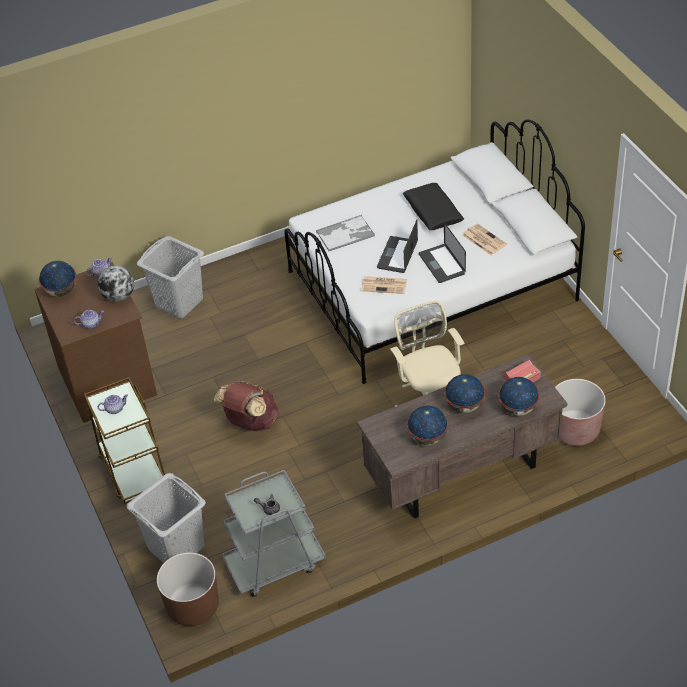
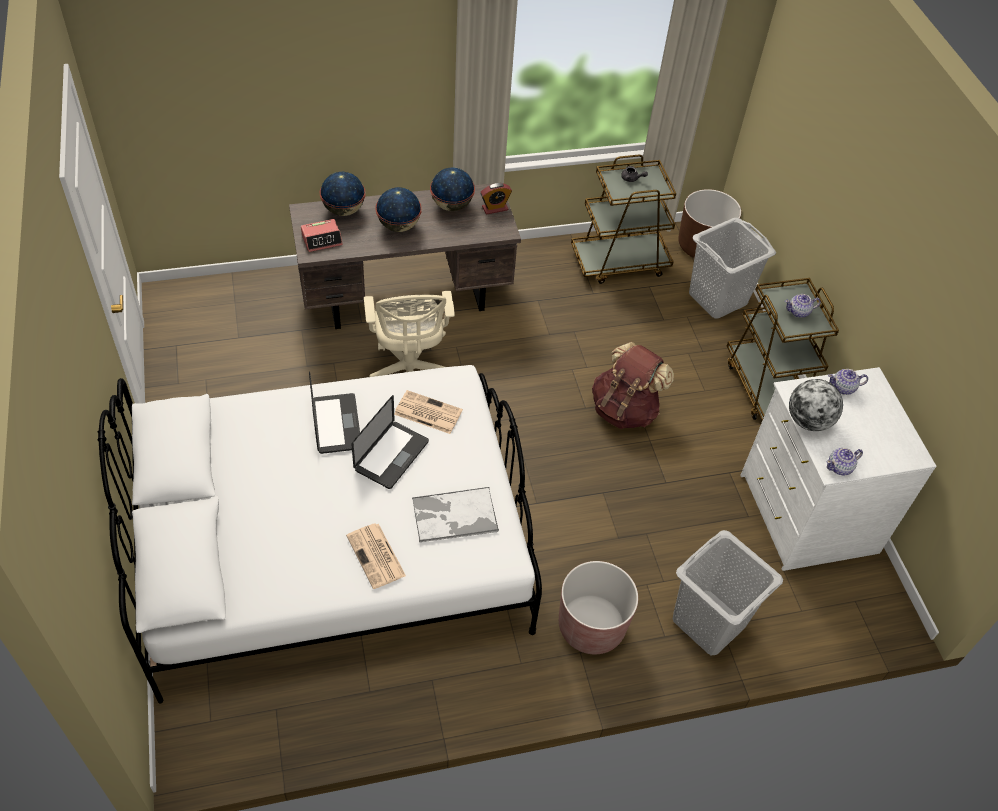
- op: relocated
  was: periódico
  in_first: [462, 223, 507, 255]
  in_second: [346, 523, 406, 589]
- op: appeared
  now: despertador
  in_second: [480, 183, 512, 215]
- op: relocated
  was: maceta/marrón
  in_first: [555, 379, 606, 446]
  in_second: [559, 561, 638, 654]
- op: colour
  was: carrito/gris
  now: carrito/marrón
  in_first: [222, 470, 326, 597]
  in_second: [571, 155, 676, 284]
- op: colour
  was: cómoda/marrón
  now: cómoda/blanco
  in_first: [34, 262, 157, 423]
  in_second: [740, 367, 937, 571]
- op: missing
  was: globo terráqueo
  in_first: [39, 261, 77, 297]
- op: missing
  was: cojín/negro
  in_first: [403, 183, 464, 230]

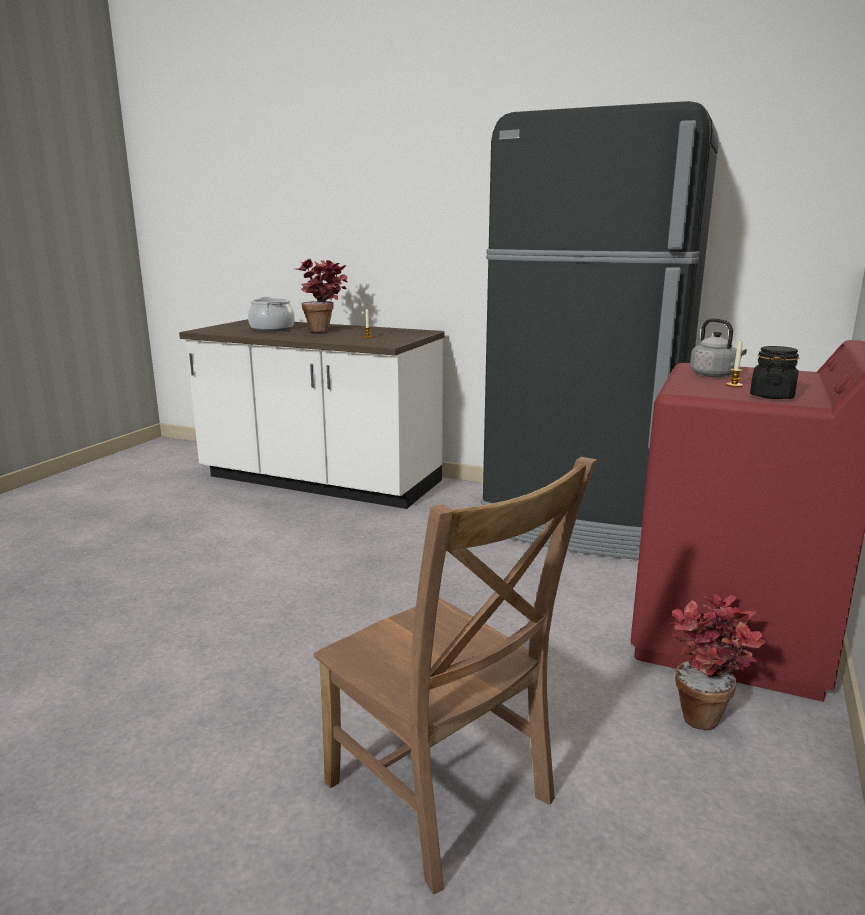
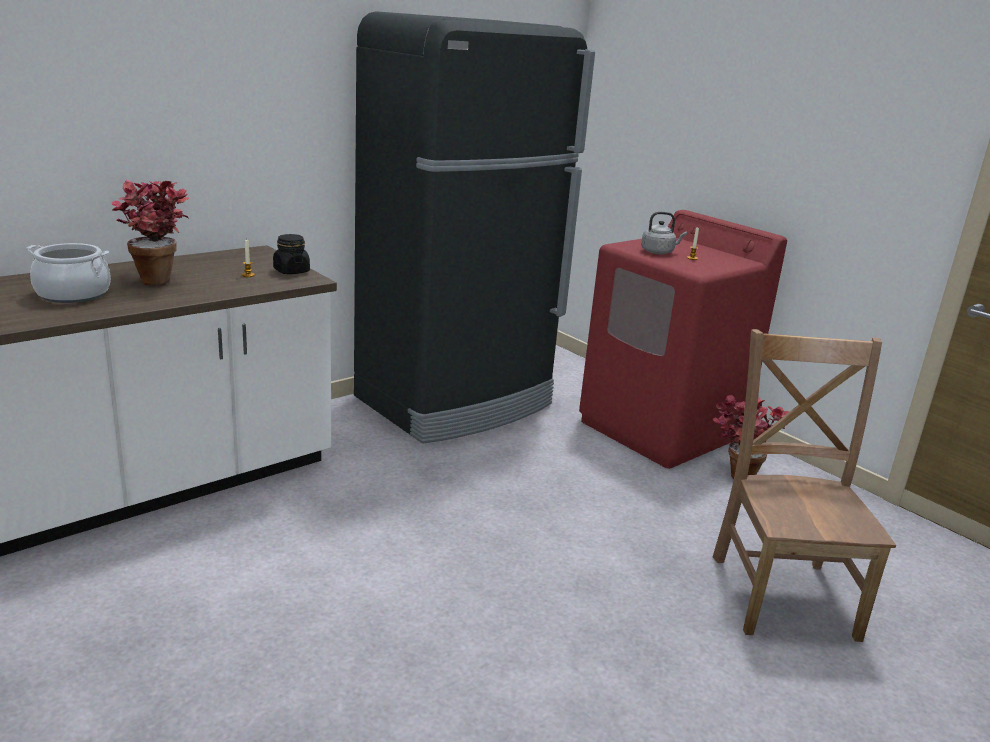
- op: relocated
  was: tarro/negro
  in_first: [750, 346, 799, 399]
  in_second: [273, 234, 310, 274]
- op: spun
  was: silla/marrón
  in_first: [314, 457, 597, 894]
  in_second: [713, 329, 896, 642]
  clockwise: -75

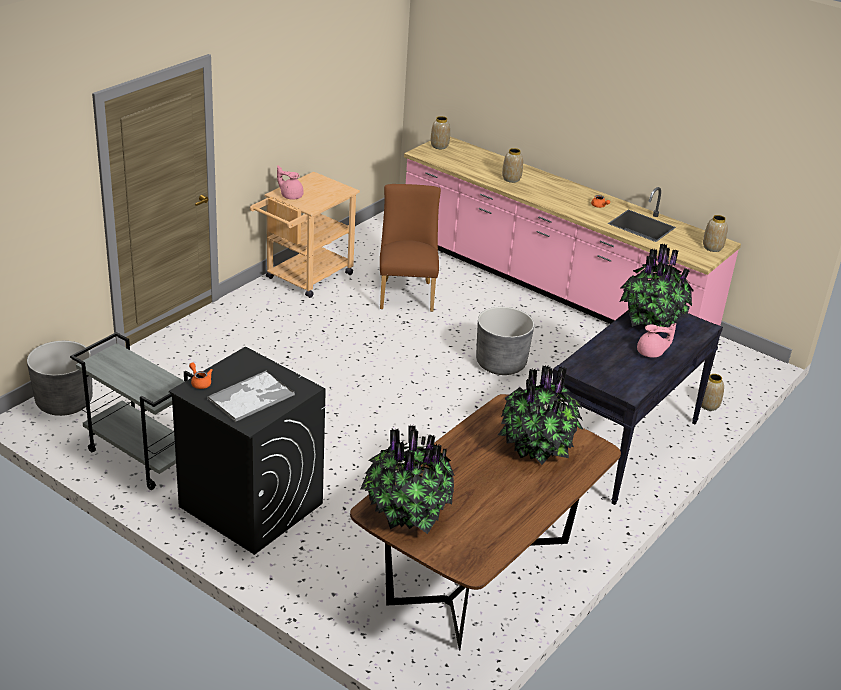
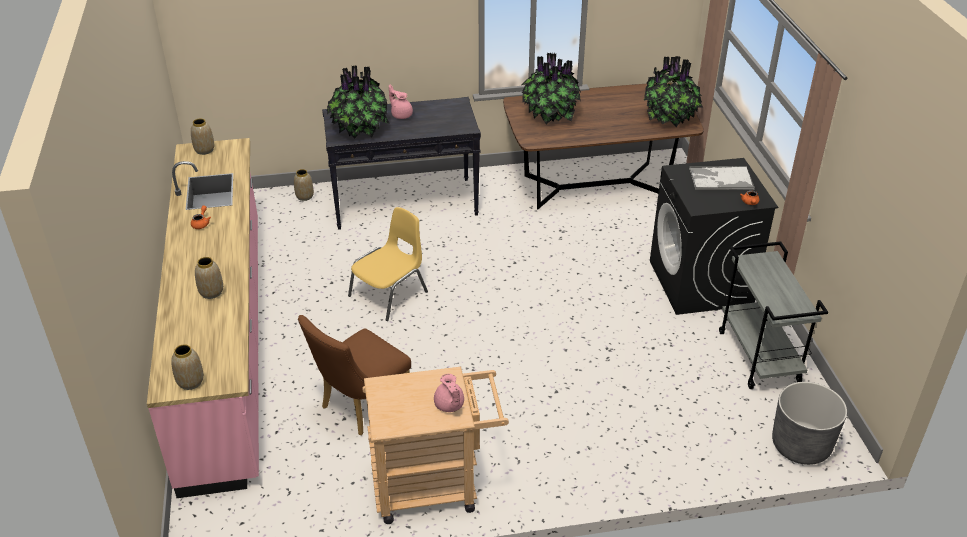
- op: exchanged
  was: maceta/gris
  now: silla/amarillo
  in_first: [476, 307, 534, 375]
  in_second: [348, 207, 428, 321]

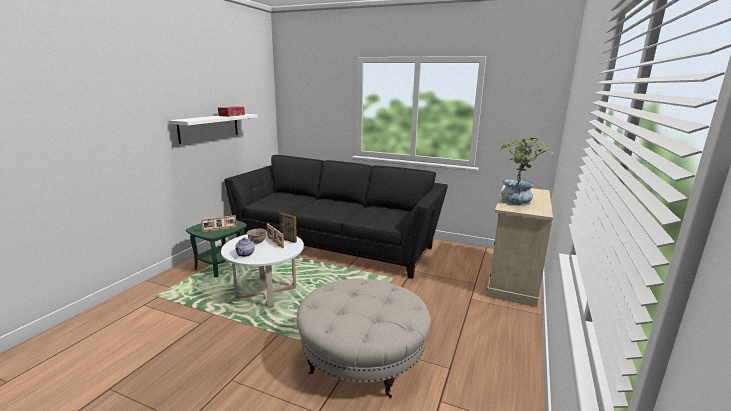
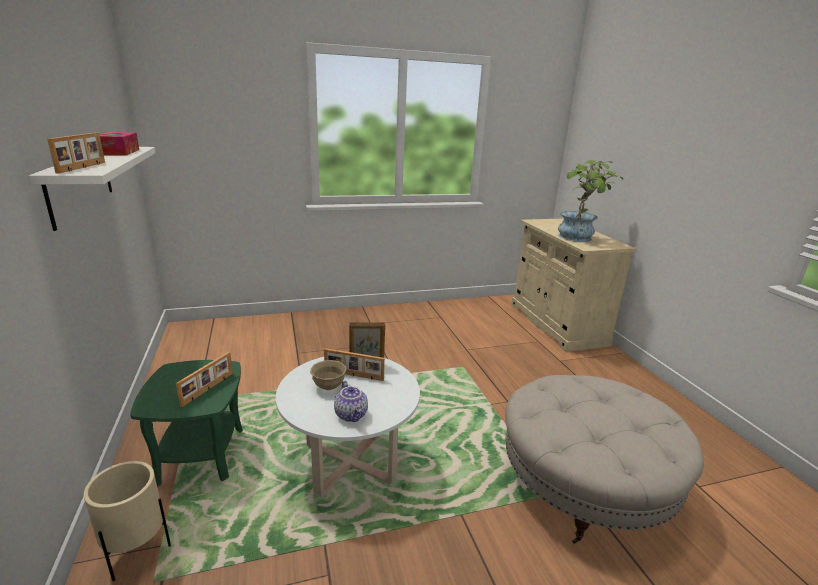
- op: appeared
  now: portarretratos
  in_second: [47, 133, 105, 174]
- op: appeared
  now: maceta/beis
  in_second: [84, 461, 171, 581]
- op: missing
  was: sofá/negro
  in_first: [224, 155, 448, 279]

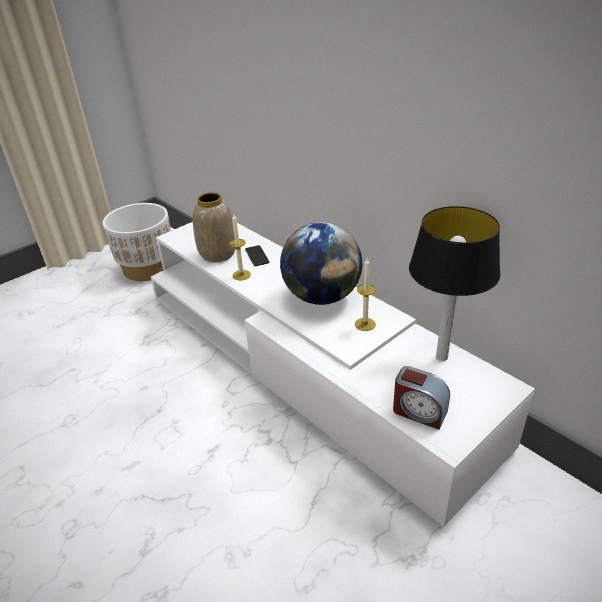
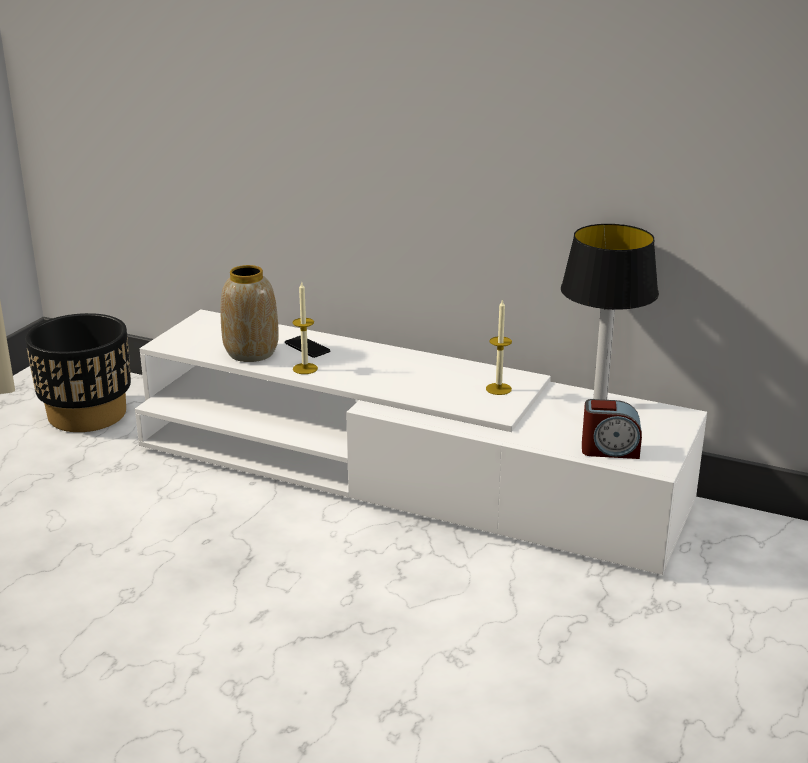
- op: colour
  was: maceta/blanco
  now: maceta/negro
  in_first: [103, 203, 171, 281]
  in_second: [25, 313, 131, 432]
- op: missing
  was: globo terráqueo
  in_first: [280, 222, 363, 305]

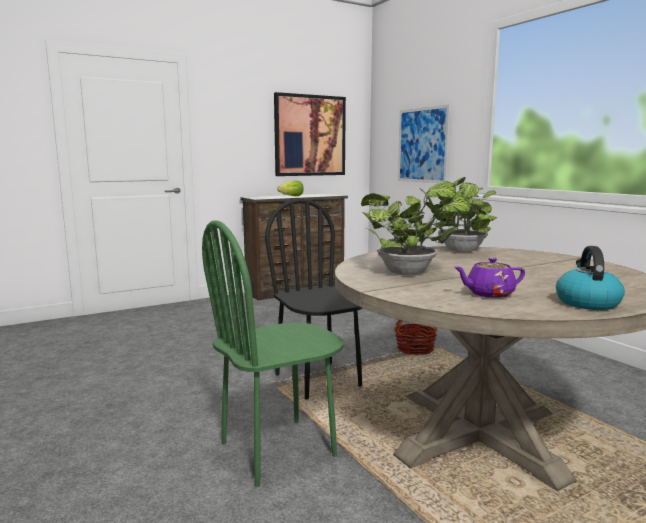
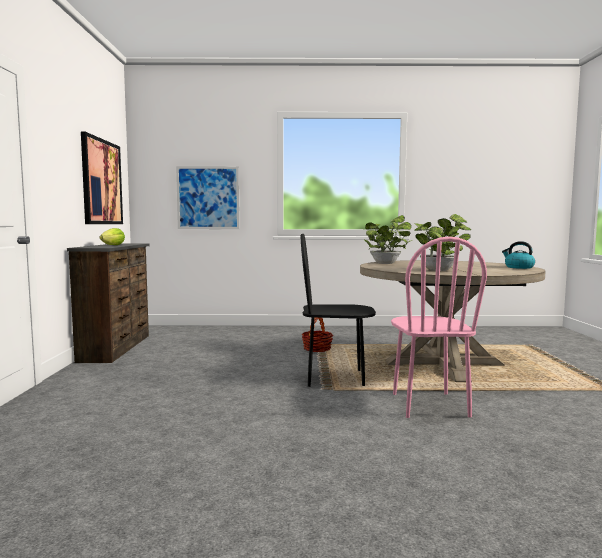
- op: colour
  was: silla/verde
  now: silla/rosa
  in_first: [202, 221, 344, 487]
  in_second: [391, 236, 487, 418]
- op: missing
  was: tetera/morado
  in_first: [454, 258, 525, 298]

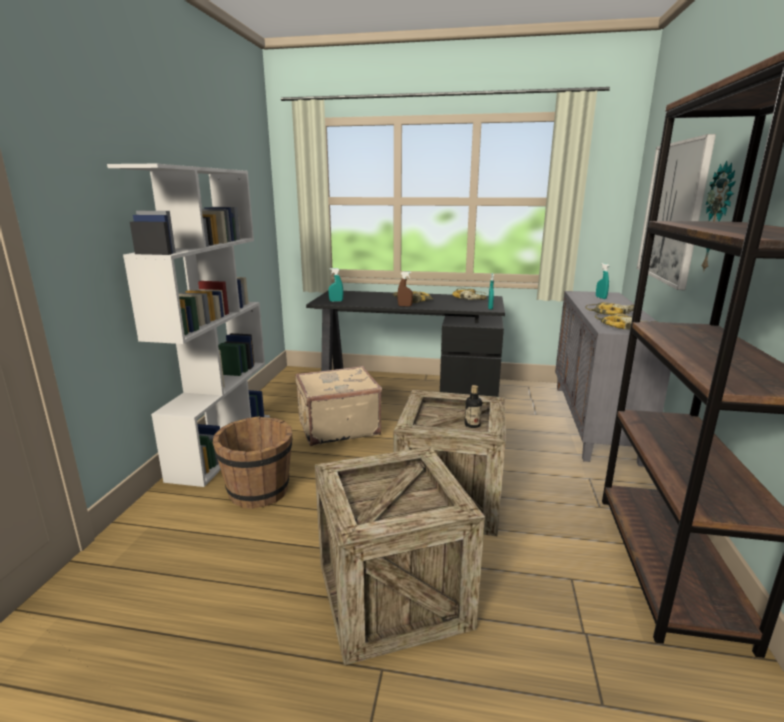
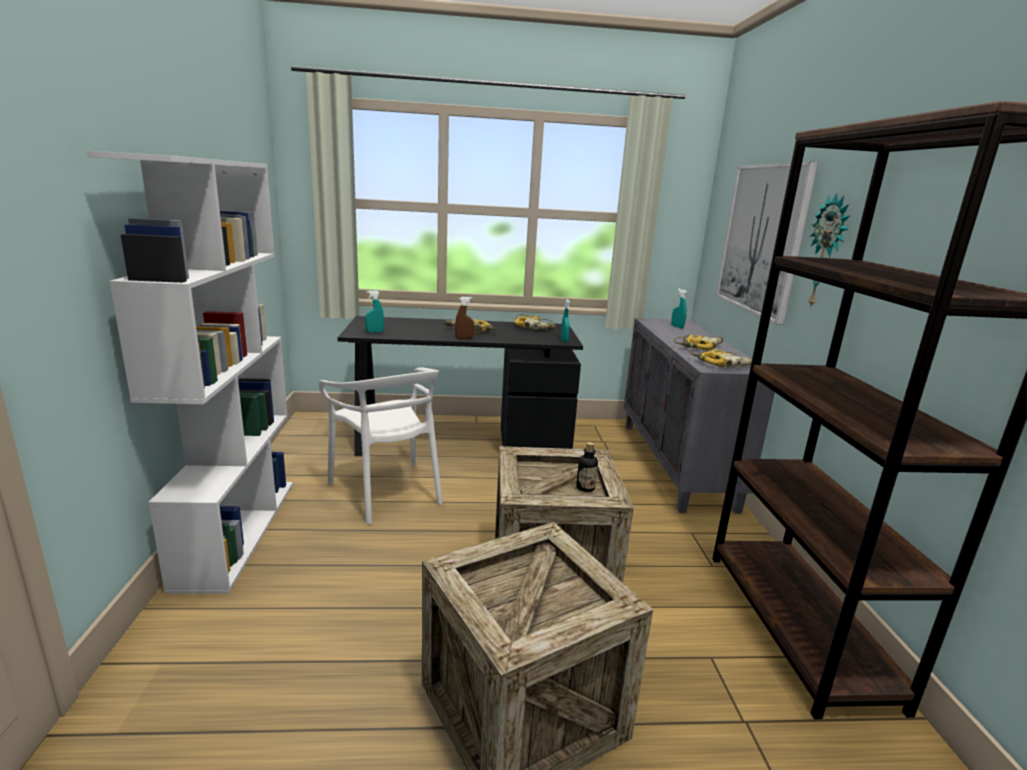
- op: exchanged
  was: maleta/beis
  now: silla/blanco
  in_first: [295, 366, 382, 446]
  in_second: [319, 367, 443, 524]
- op: missing
  was: cubo/marrón
  in_first: [213, 416, 292, 509]

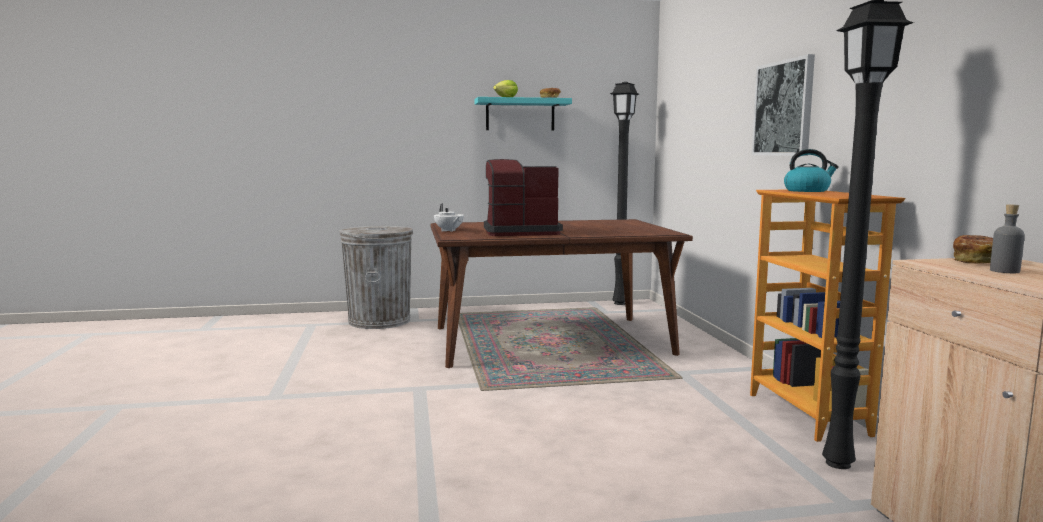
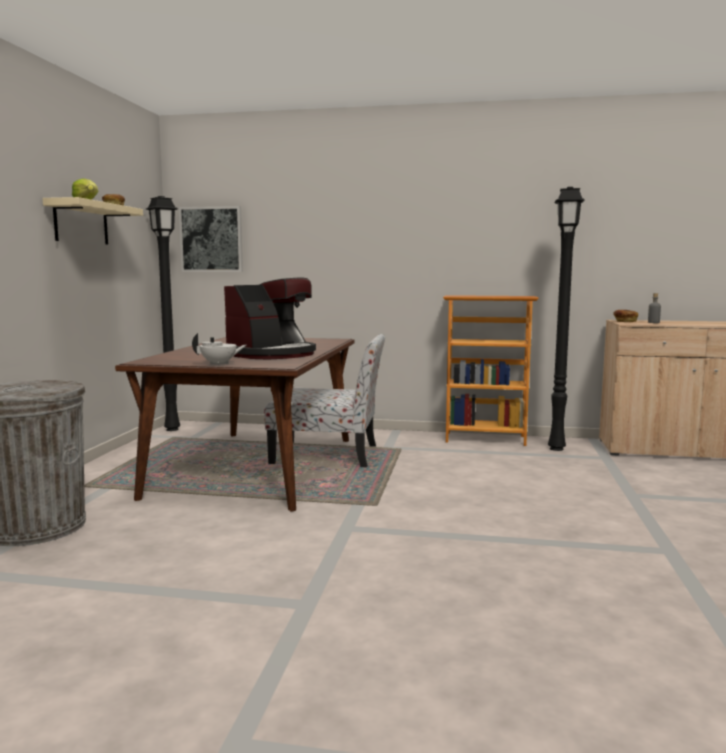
- op: colour
  was: estante/turquesa
  now: estante/beis
  in_first: [475, 97, 572, 131]
  in_second: [42, 197, 143, 245]
- op: relocated
  was: cuadro
  in_first: [752, 54, 815, 156]
  in_second: [179, 206, 243, 272]
- op: spun
  was: cafetera
  in_first: [484, 159, 563, 236]
  in_second: [224, 278, 316, 359]
  clockwise: -150
- op: appeared
  now: silla
  in_second: [264, 334, 385, 467]
- op: missing
  was: hervidor
  in_first: [784, 149, 839, 192]

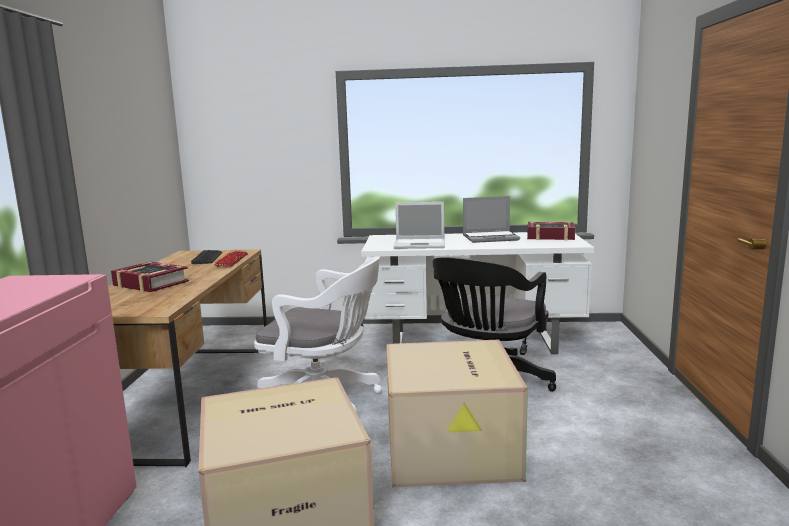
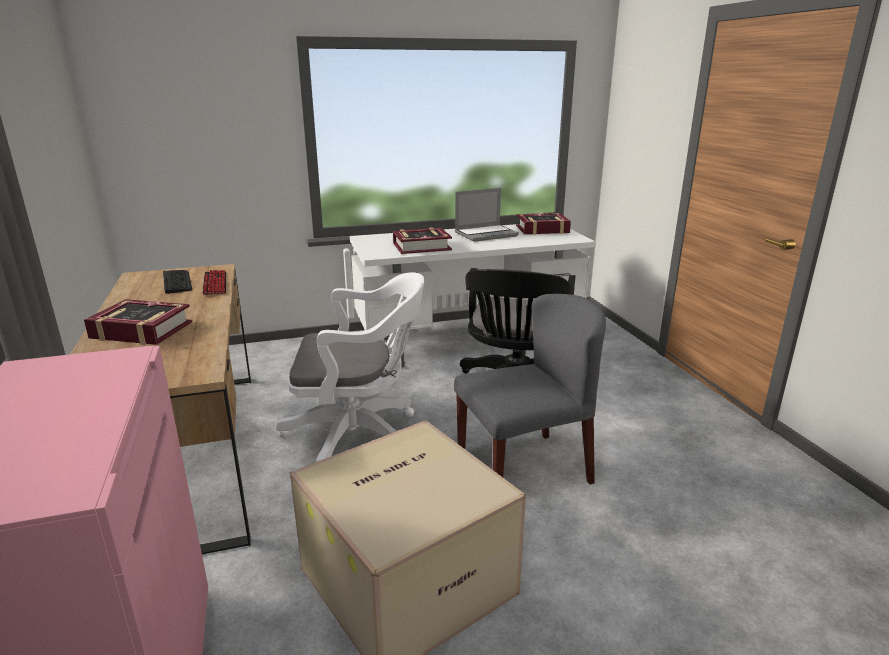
- op: exchanged
  was: portátil
  now: libro
  in_first: [394, 202, 445, 249]
  in_second: [393, 228, 452, 254]
- op: exchanged
  was: caja de cartón
  now: silla/gris
  in_first: [386, 340, 528, 488]
  in_second: [454, 294, 606, 484]

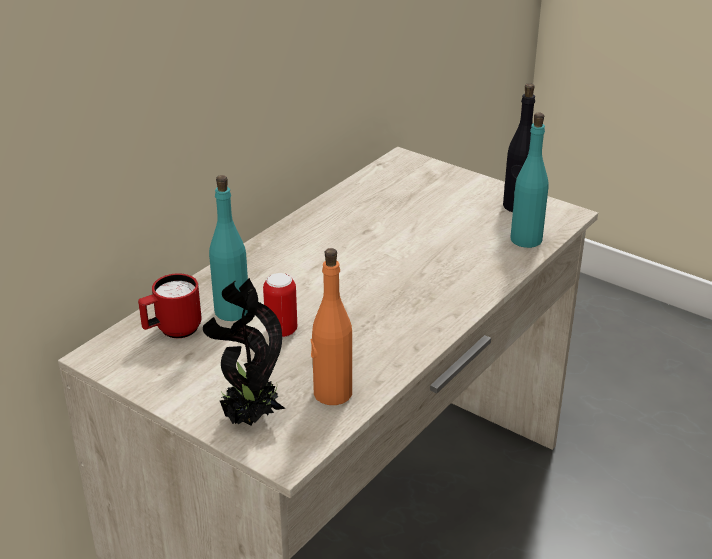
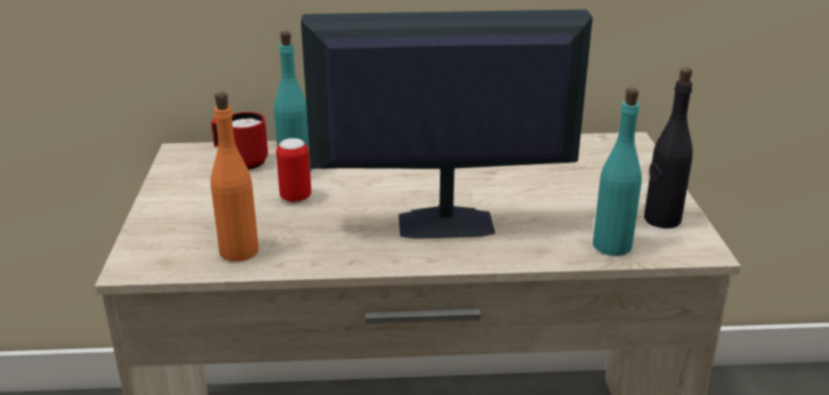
- op: appeared
  now: monitor
  in_second: [301, 9, 593, 239]
- op: missing
  was: planta en maceta
  in_first: [203, 278, 286, 425]

